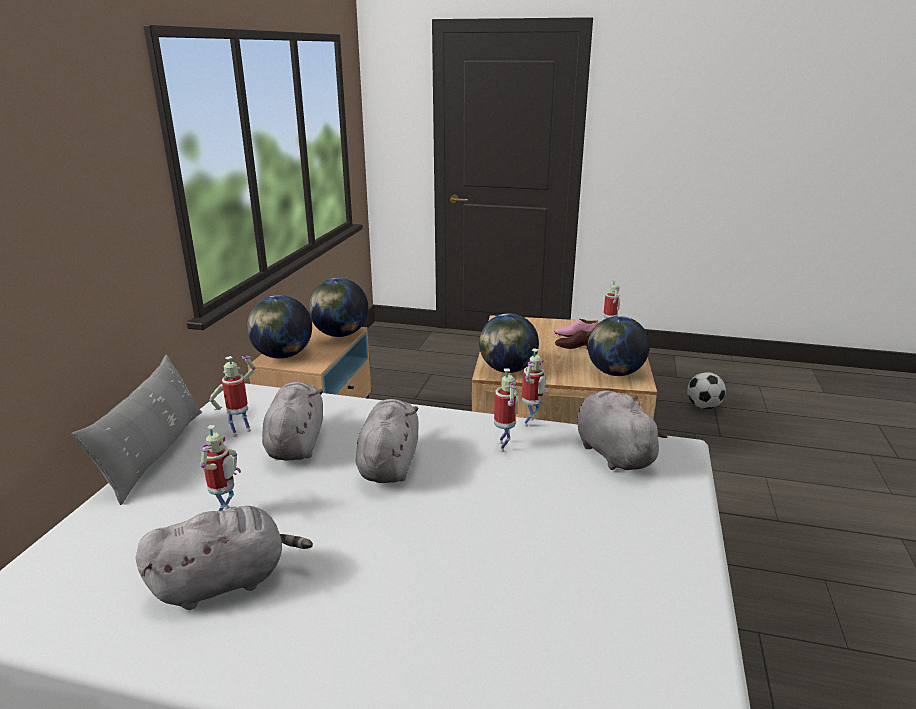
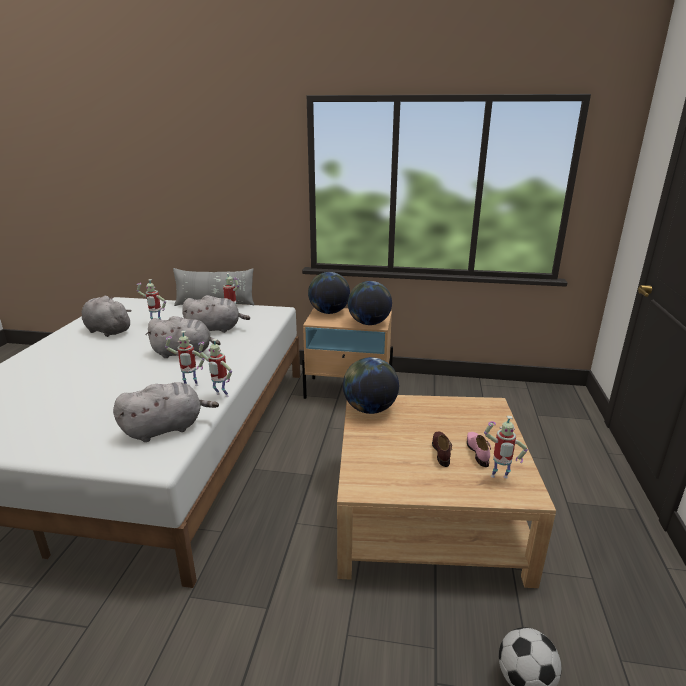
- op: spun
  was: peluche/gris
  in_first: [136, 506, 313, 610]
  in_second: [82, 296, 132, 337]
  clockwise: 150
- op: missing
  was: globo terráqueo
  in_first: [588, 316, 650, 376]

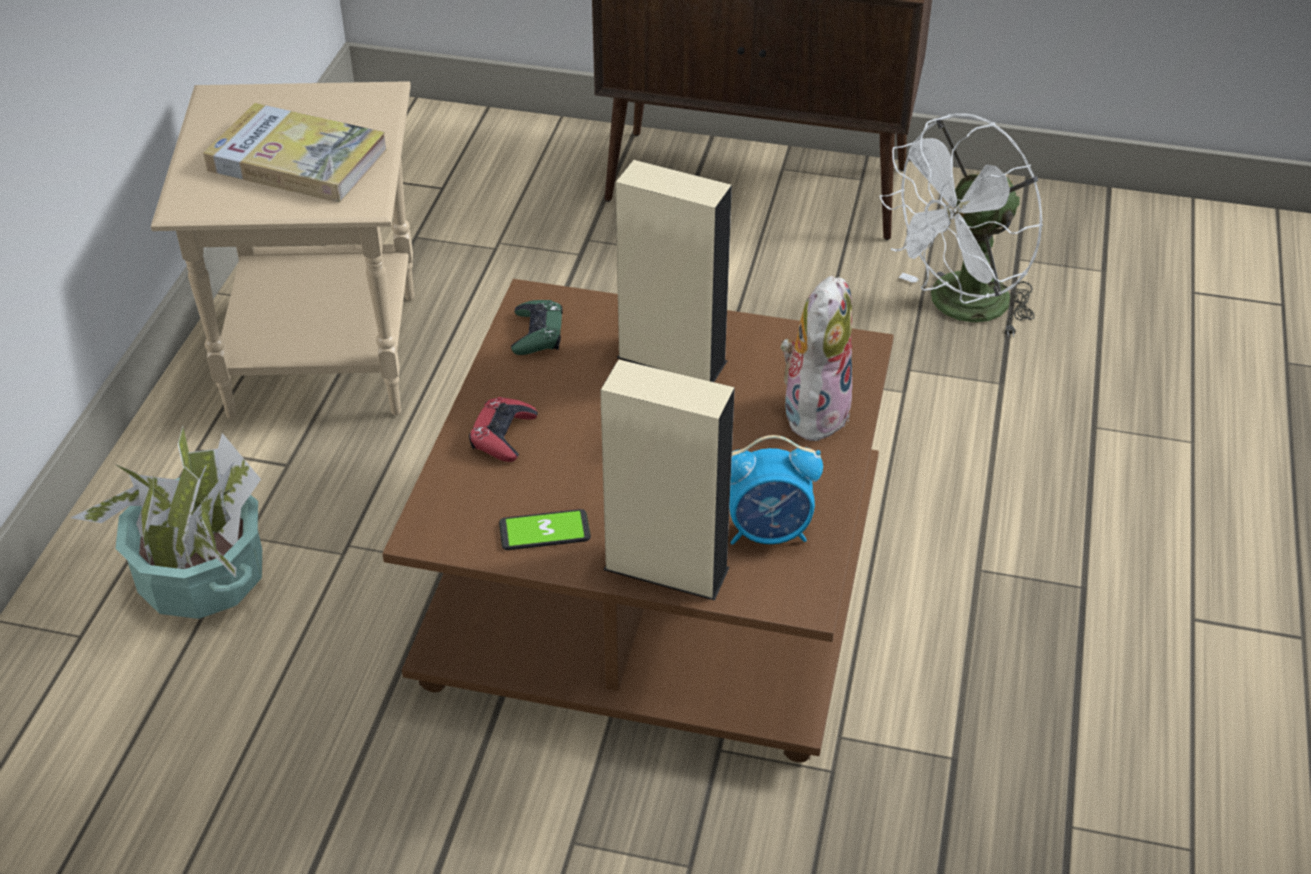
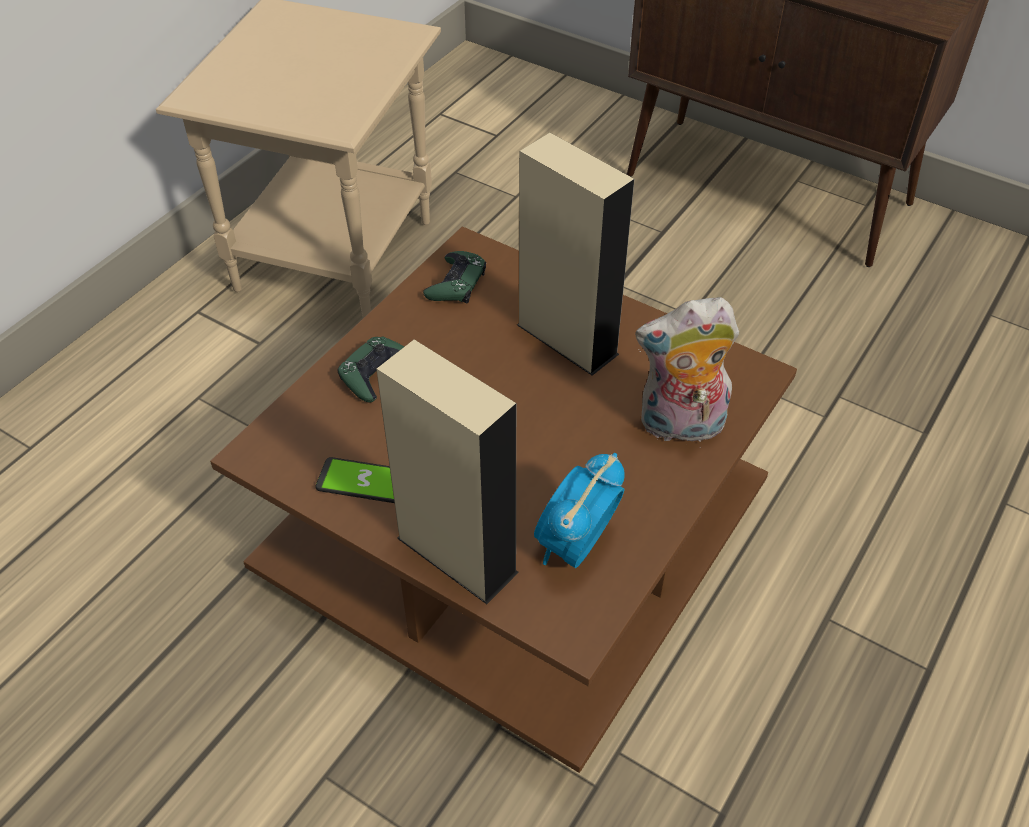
- op: colour
  was: mando de consola/rojo
  now: mando de consola/verde
  in_first: [469, 397, 538, 462]
  in_second: [337, 336, 404, 403]
- op: spun
  was: despertador
  in_first: [729, 435, 823, 545]
  in_second: [534, 453, 625, 568]
  clockwise: 105
- op: spun
  was: peluche
  in_first: [776, 276, 852, 445]
  in_second: [635, 297, 739, 442]
  clockwise: -135
- op: missing
  was: planta en maceta
  in_first: [71, 427, 262, 619]
- op: missing
  was: libro
  in_first: [203, 103, 387, 202]
- op: missing
  was: ventilador/blanco
  in_first: [880, 113, 1043, 337]

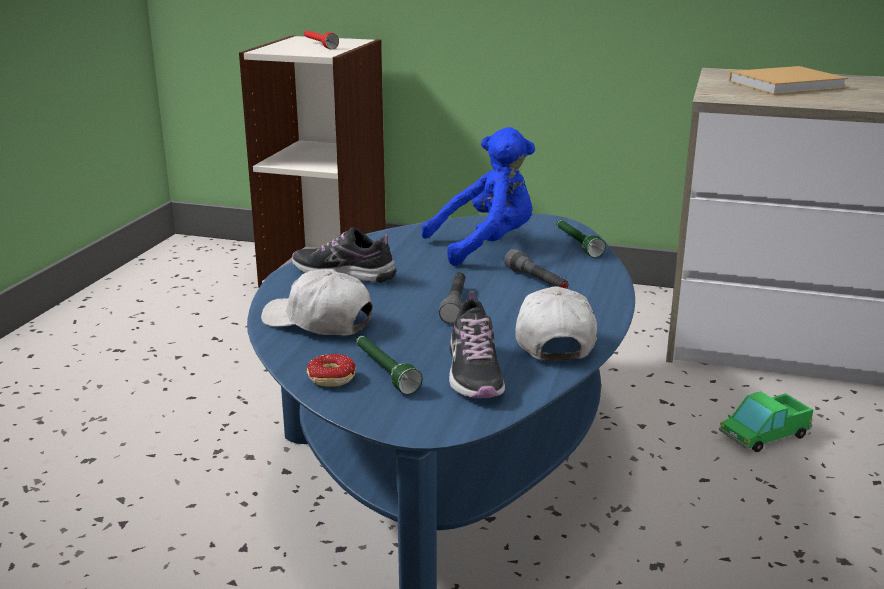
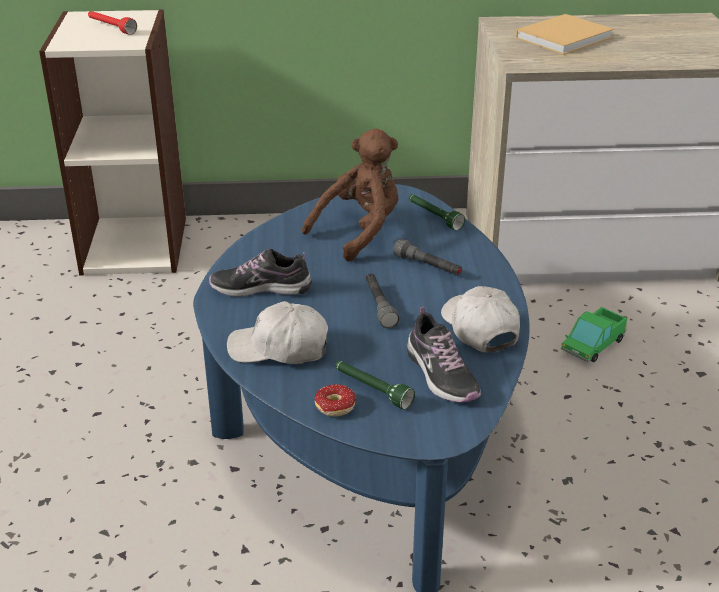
- op: colour
  was: peluche/azul
  now: peluche/marrón
  in_first: [421, 127, 535, 266]
  in_second: [302, 129, 398, 262]

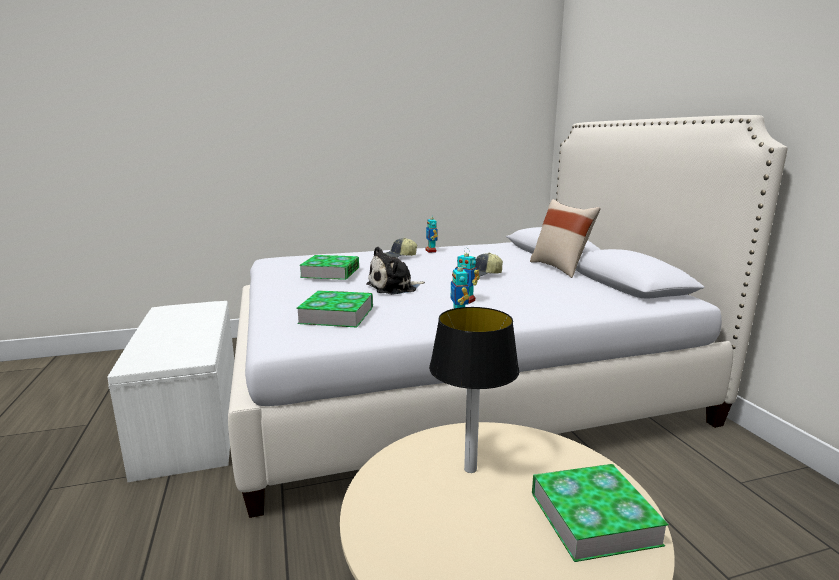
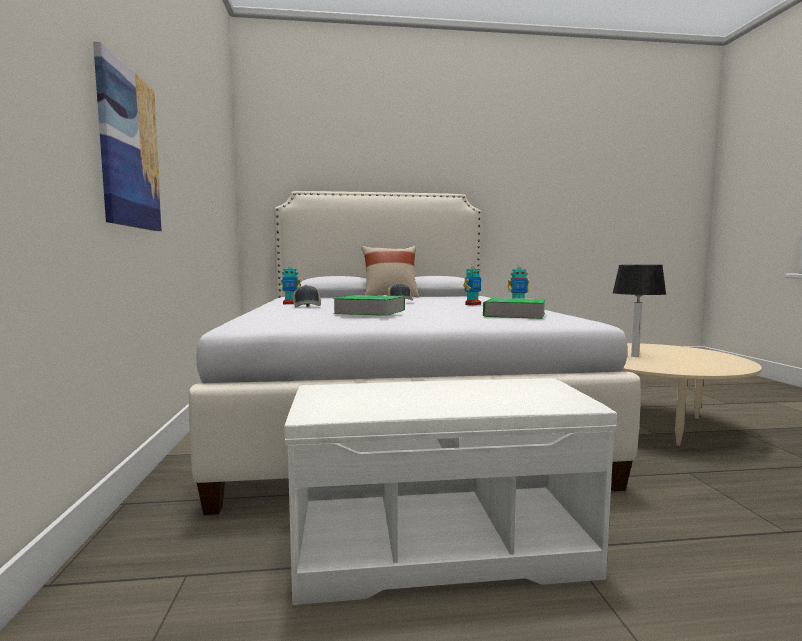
- op: appeared
  now: cuadro
  in_second: [93, 41, 162, 231]
- op: missing
  was: peluche
  in_first: [366, 247, 425, 295]
- op: missing
  was: libro
  in_first: [532, 464, 669, 562]

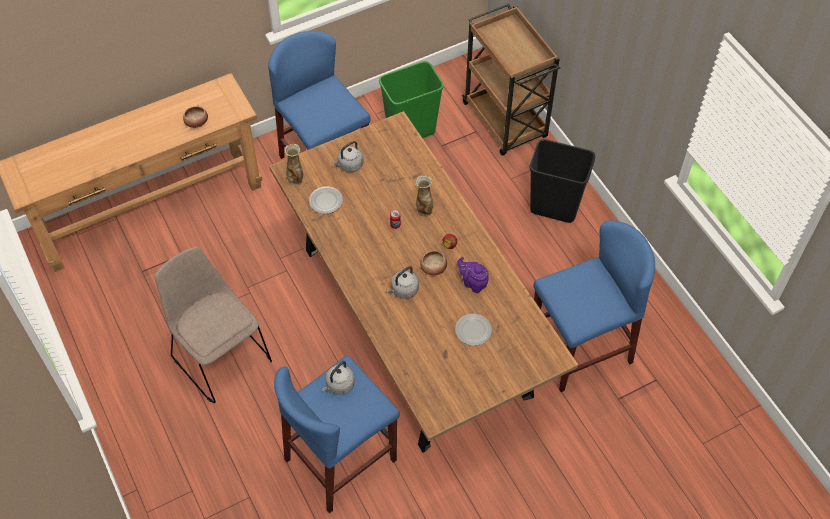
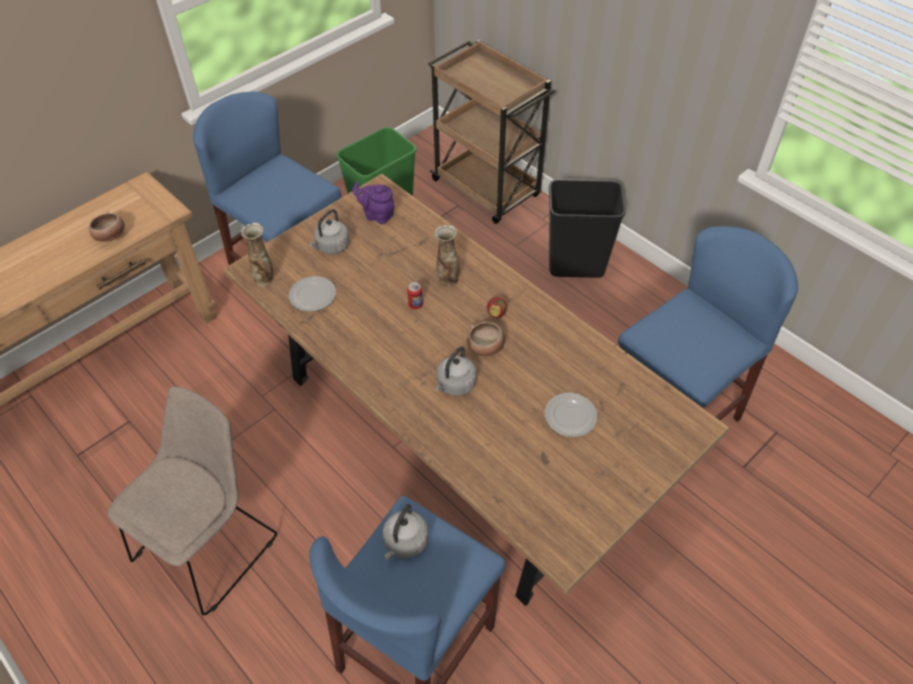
- op: spun
  was: silla/beis
  in_first: [154, 247, 272, 403]
  in_second: [108, 386, 277, 615]
  clockwise: 90
- op: relocated
  was: tetera/morado
  in_first: [457, 257, 489, 293]
  in_second: [352, 182, 395, 224]

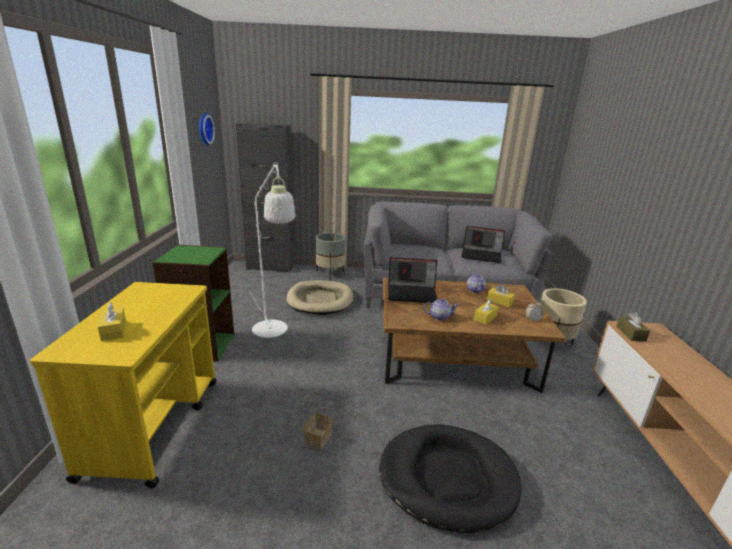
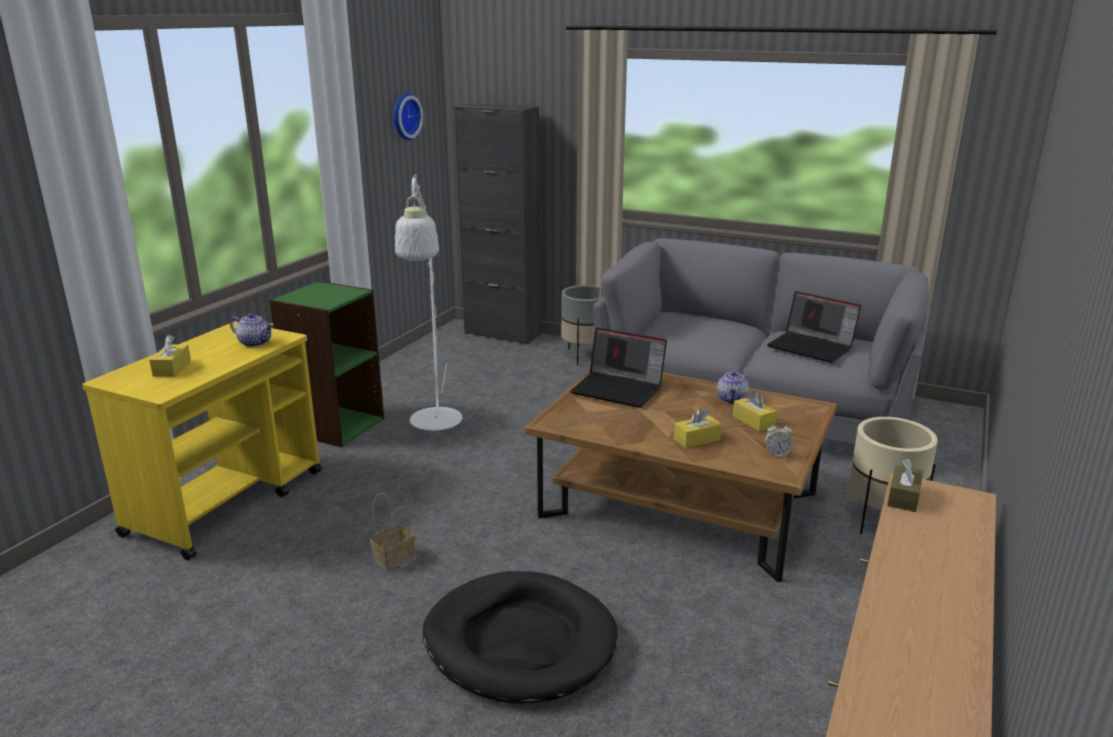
- op: relocated
  was: tetera
  in_first: [423, 298, 459, 321]
  in_second: [230, 313, 274, 347]
- op: missing
  was: cama para perro/beis
  in_first: [286, 280, 353, 315]

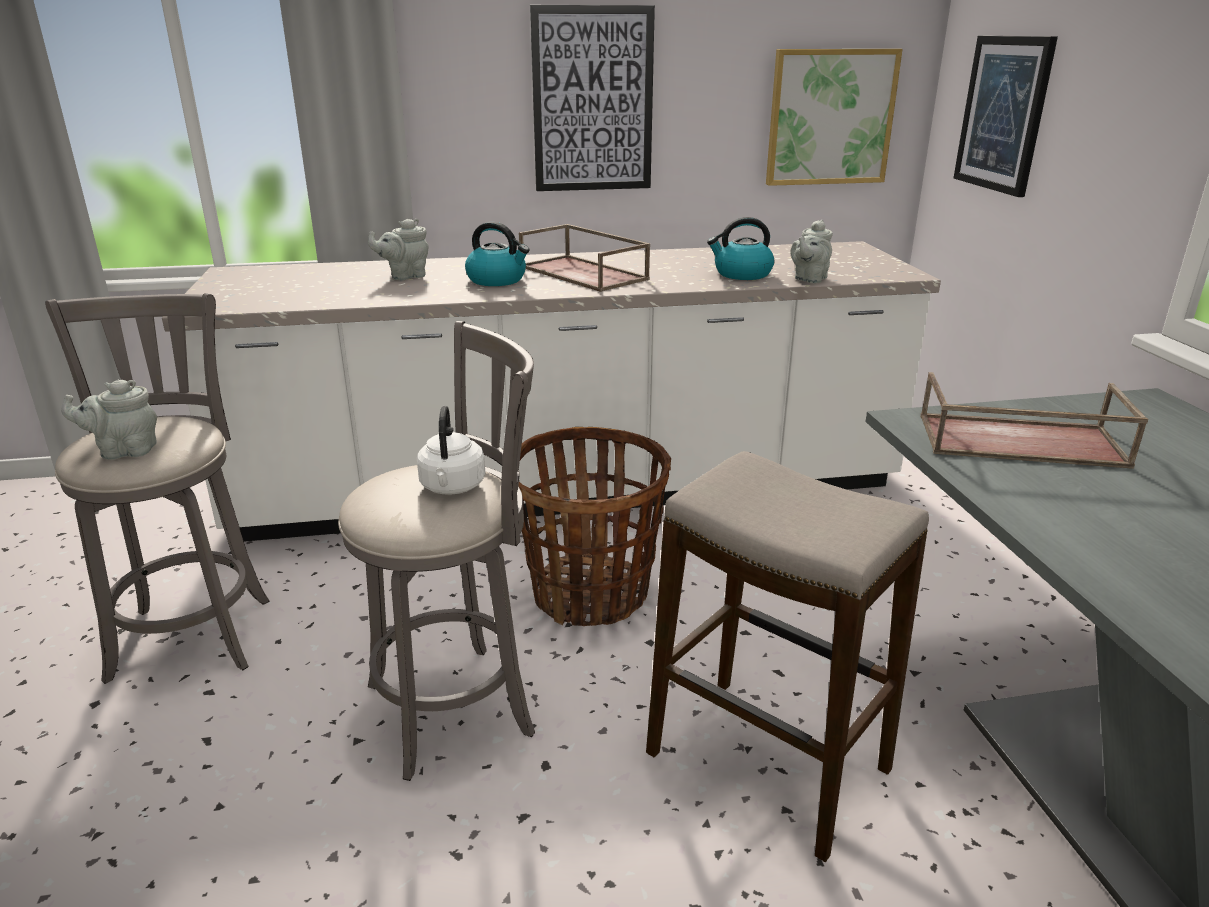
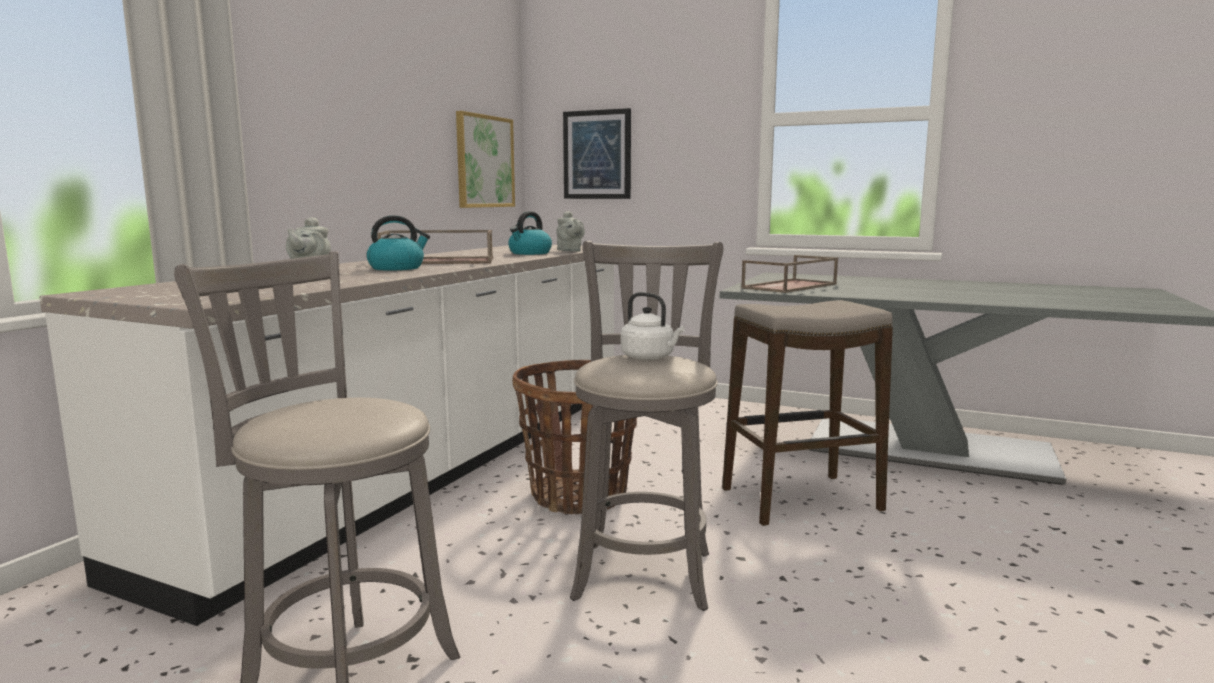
- op: missing
  was: tetera/gris
  in_first: [61, 380, 157, 460]
- op: missing
  was: cuadro
  in_first: [530, 5, 655, 191]

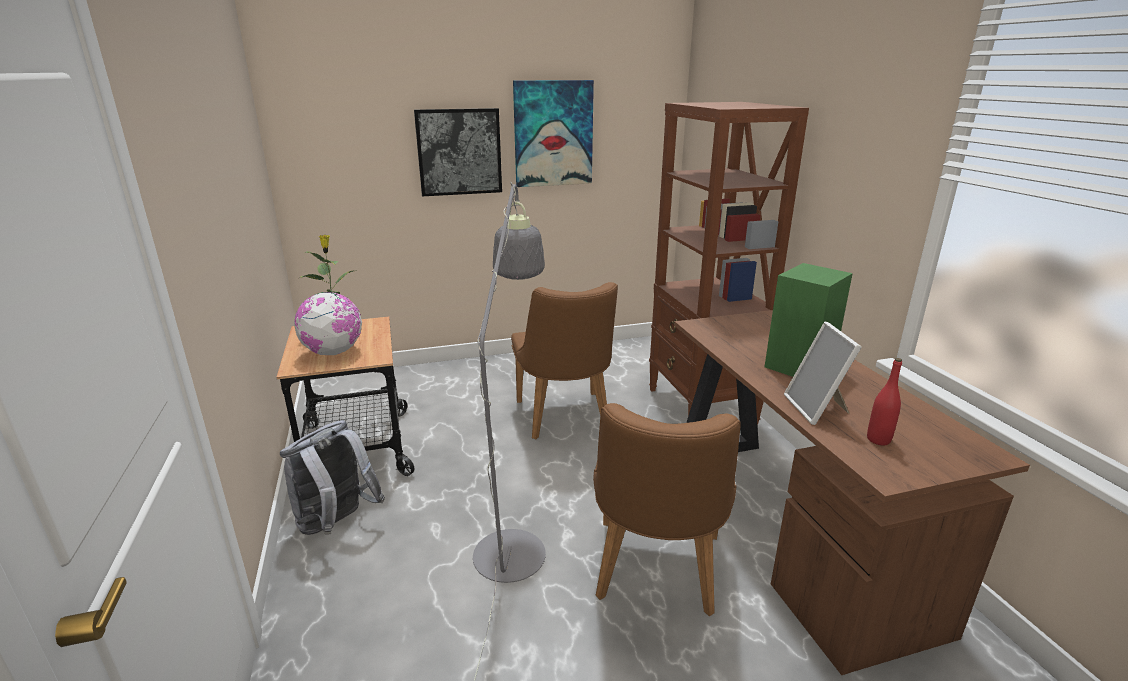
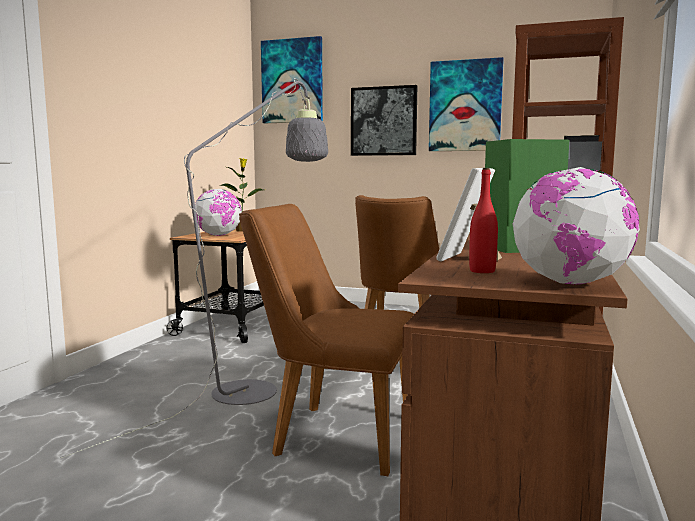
- op: spun
  was: silla/marrón
  in_first: [593, 403, 741, 617]
  in_second: [239, 204, 414, 476]
  clockwise: 60
- op: appeared
  now: cuadro
  in_second: [261, 36, 323, 123]
- op: appeared
  now: globo terráqueo
  in_second: [513, 167, 640, 284]
- op: missing
  was: mochila/gris
  in_first: [280, 420, 385, 535]

